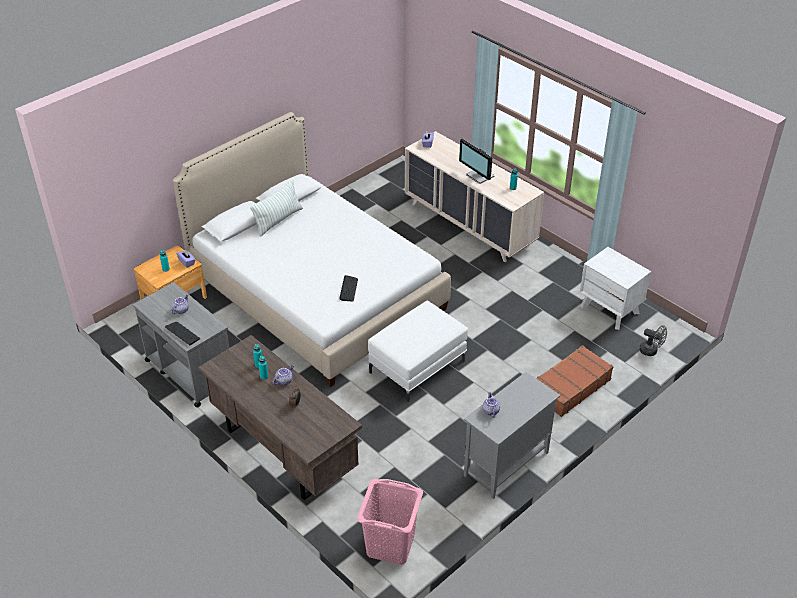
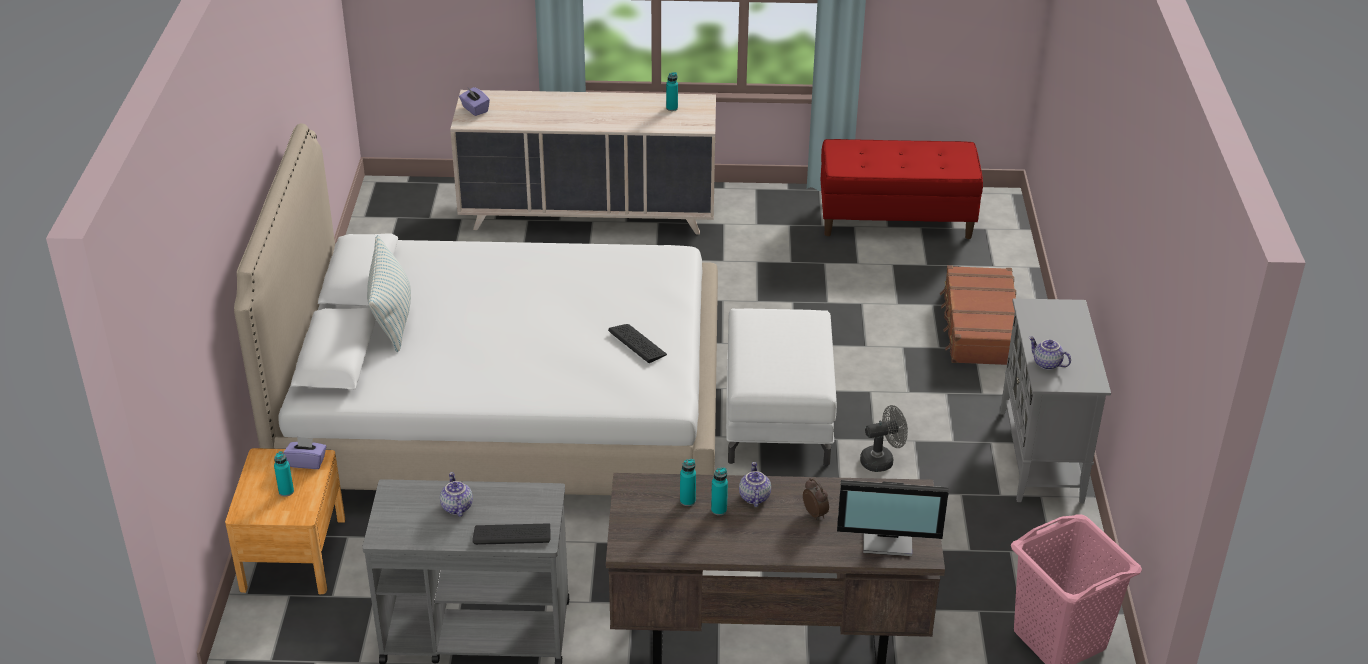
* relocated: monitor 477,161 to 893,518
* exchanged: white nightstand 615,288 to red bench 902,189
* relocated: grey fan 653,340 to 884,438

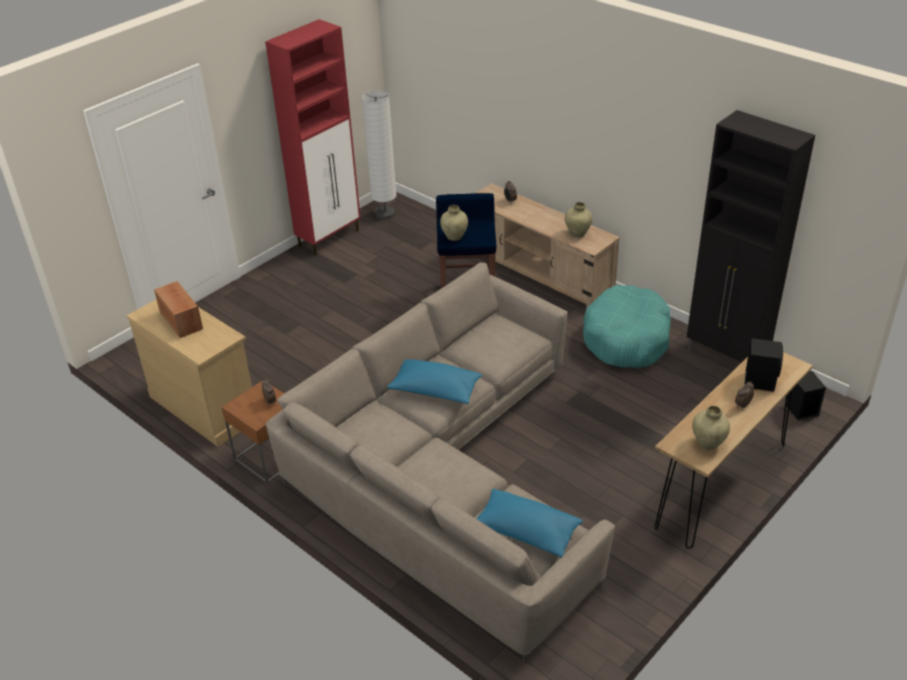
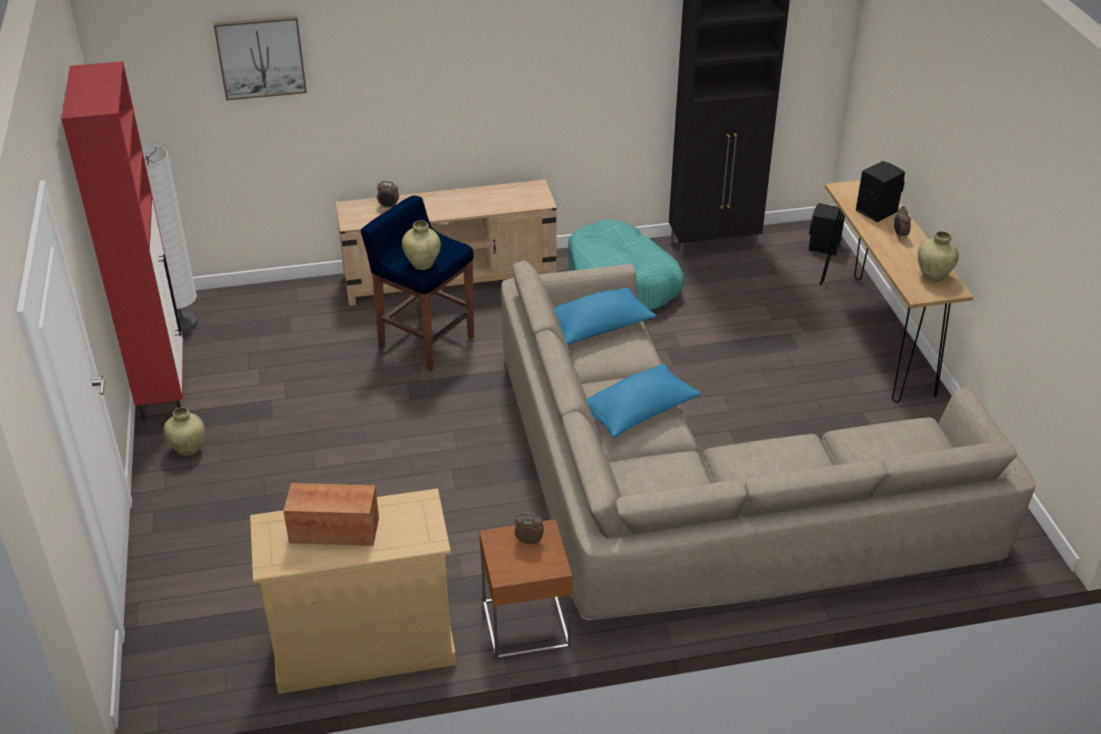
* relocated: beige vase 579,219 to 184,431
* relocated: blue pillow 529,522 to 605,316
* appeared: picture 260,58

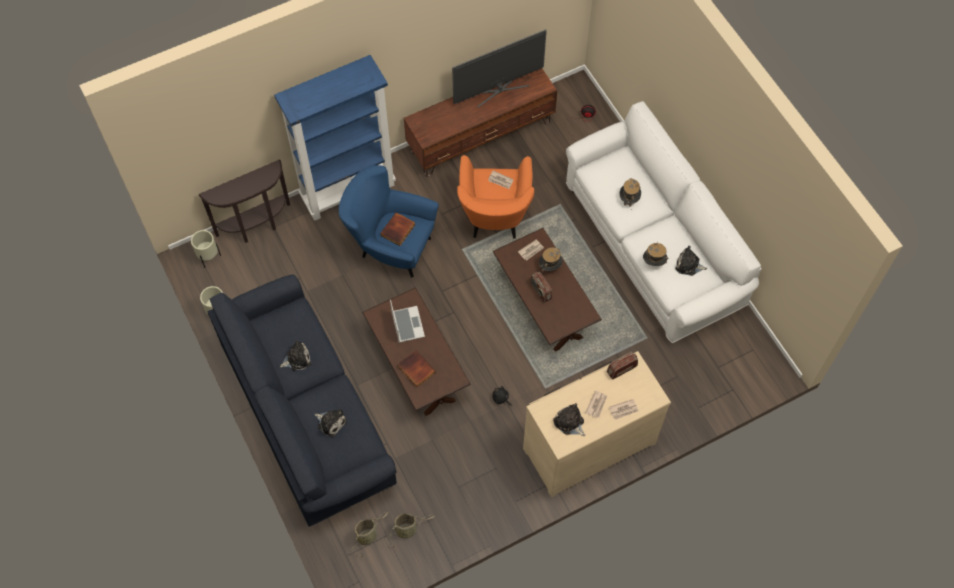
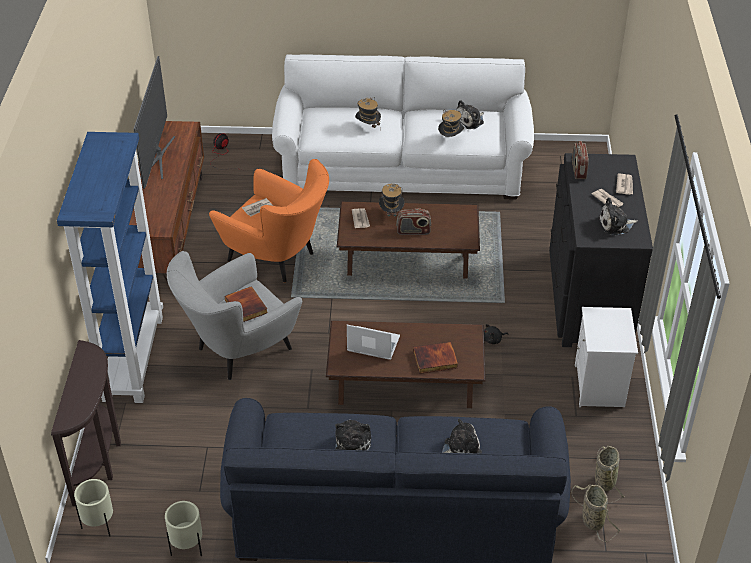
* colour: blue armchair 389,221 to grey armchair 235,315
* colour: beige dresser 597,424 to black dresser 601,250
* appeared: white nightstand 606,357

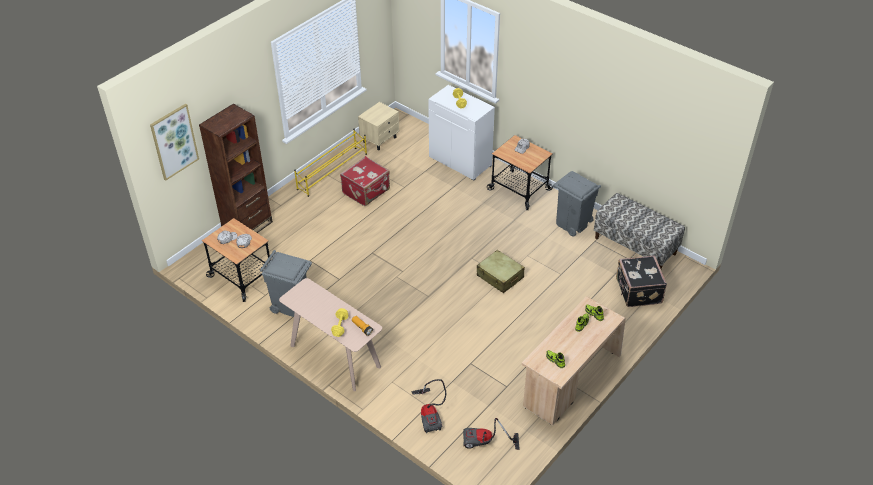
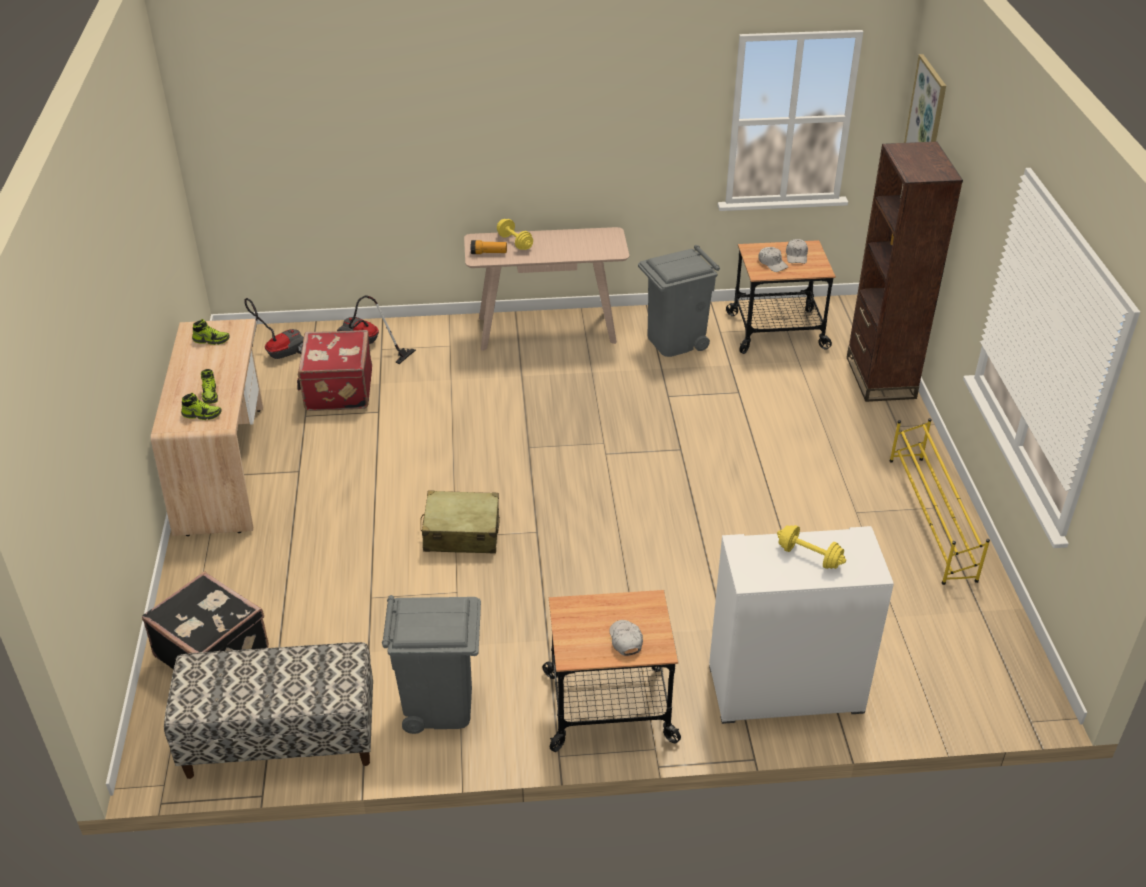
* missing: beige nightstand 378,126
* relocated: red suitcase 365,181 to 334,370

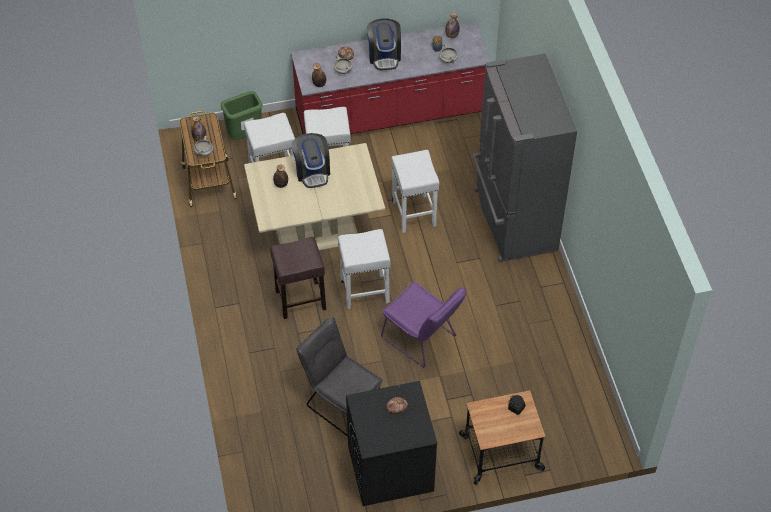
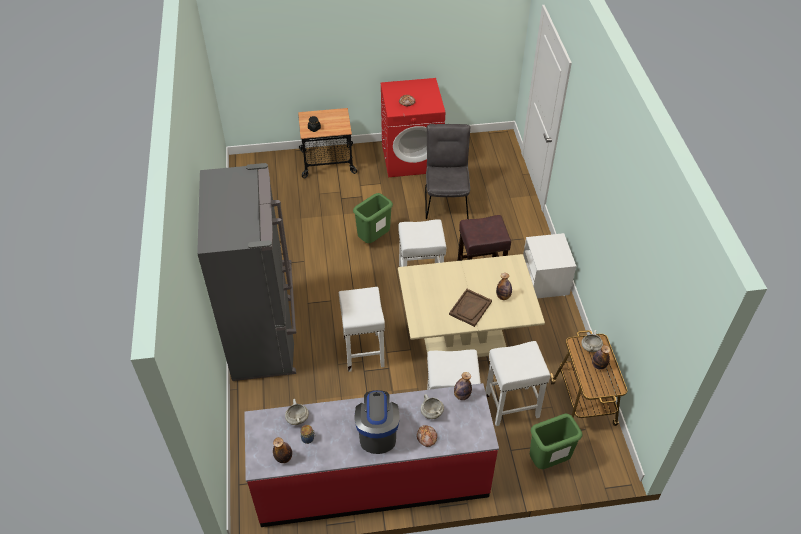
* exchanged: coffee machine 311,160 to brown tray 470,308
* exchanged: purple chair 423,324 to green trash can 373,218
* spun: grey chair 340,377 = 448,171 135 degrees counterclockwise
* colour: black washing machine 392,443 to red washing machine 412,127
* appeared: white nightstand 549,265

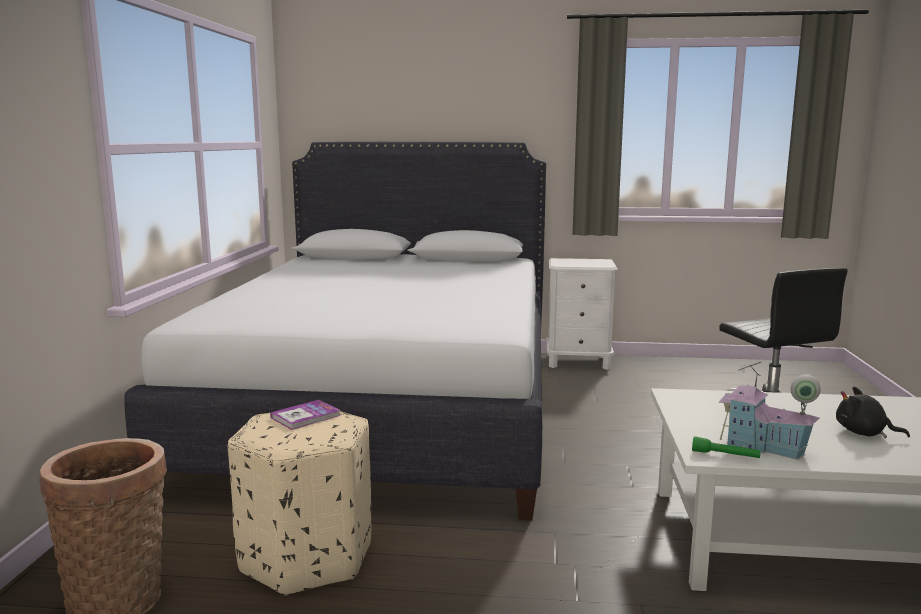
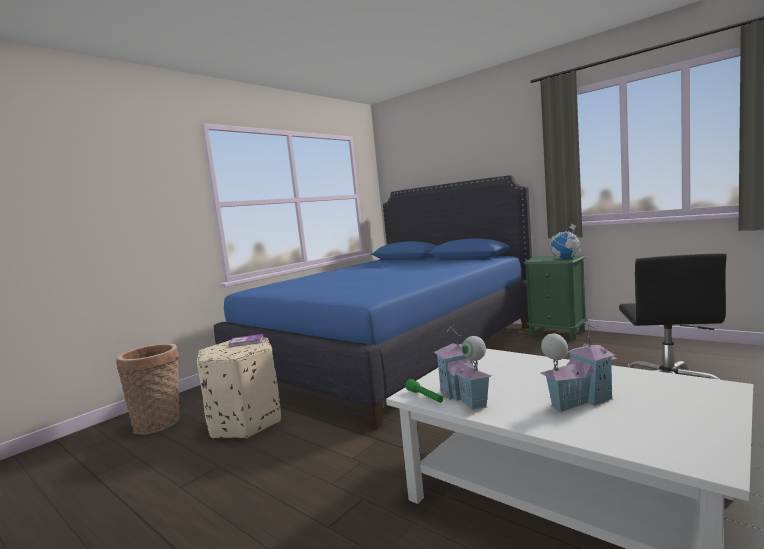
* colour: white bed 335,331 to blue bed 373,302
* colour: white nightstand 582,314 to green nightstand 555,298
* exchanged: black plush toy 873,412 to toy house 578,367
* appeared: globe 565,241

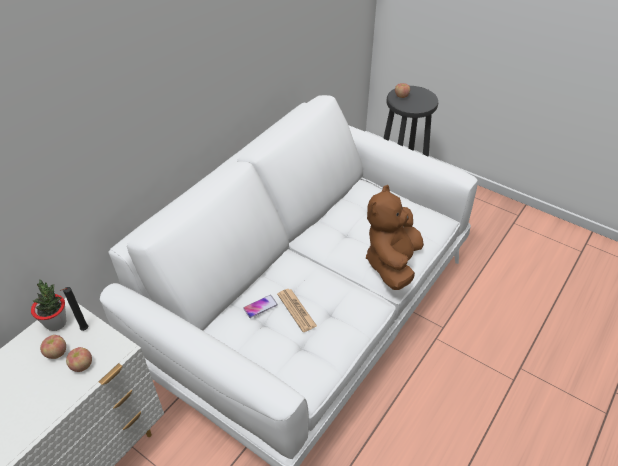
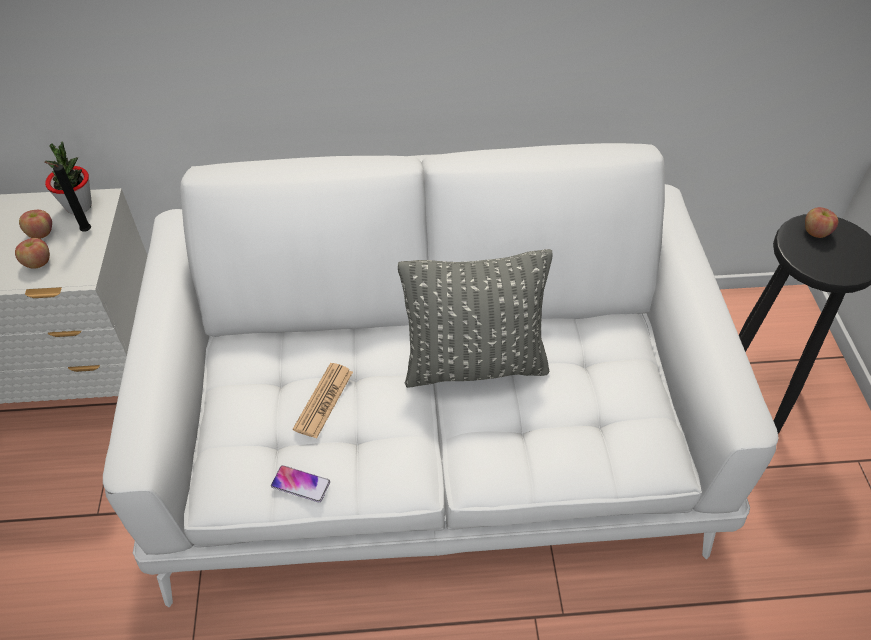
* missing: brown plush toy 395,237
* relocated: phone 260,306 to 300,483
* appeared: grey pillow 475,318

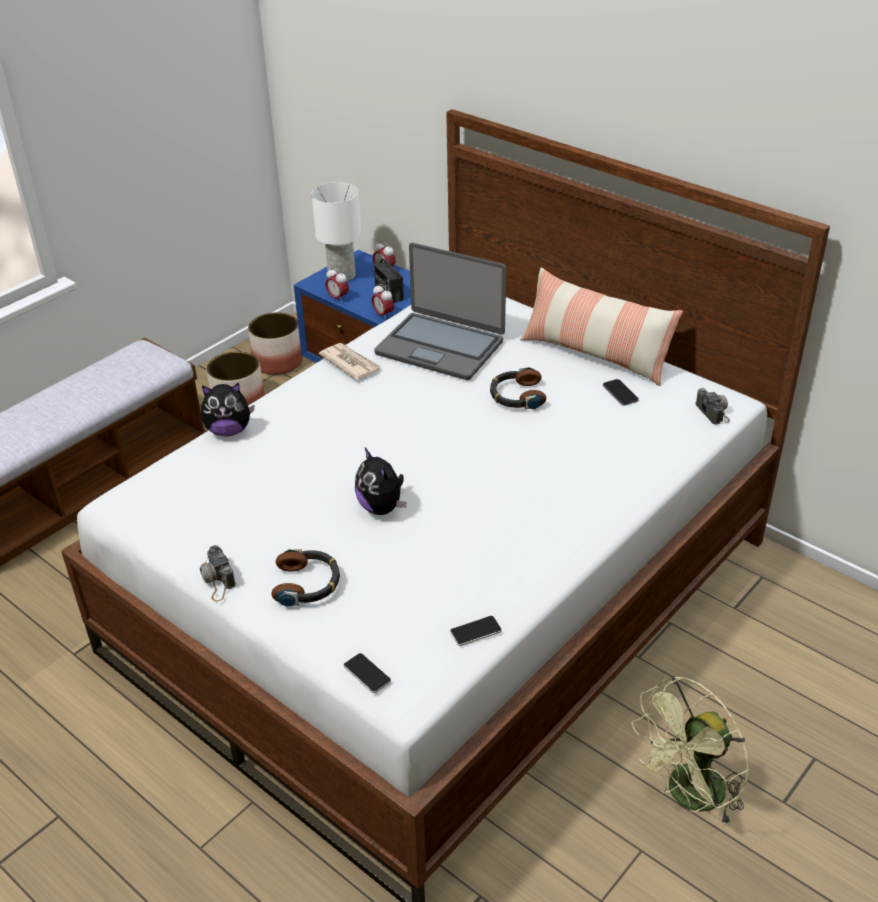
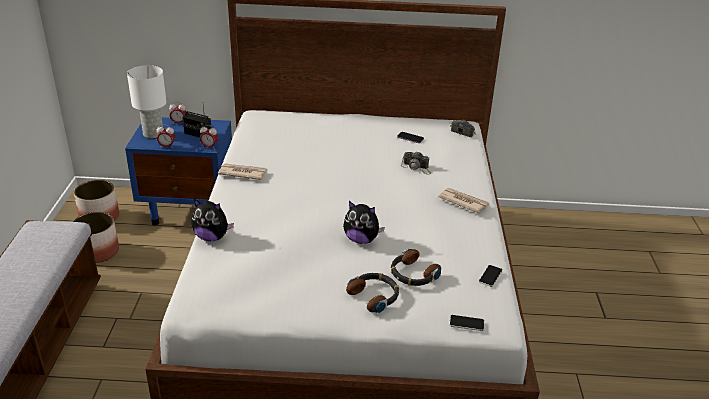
* missing: laptop 440,311
* missing: pillow 601,327
* relocated: headphones 518,388 to 416,267
* spun: plush toy 228,409 = 212,220 60 degrees clockwise
* relocated: photo camera 218,573 to 416,163
* missing: green fan 690,751
* appeared: newspaper 464,201

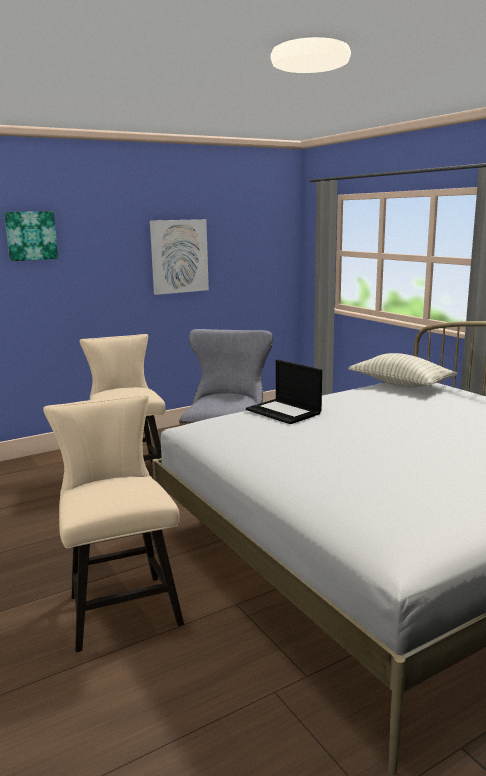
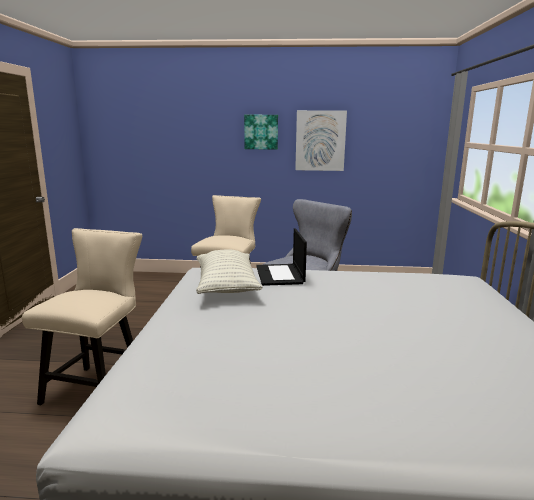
* relocated: picture 31,236 to 261,132
* relocated: pillow 402,370 to 229,271

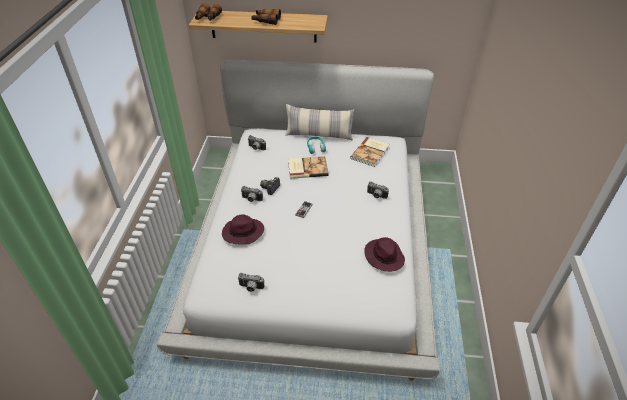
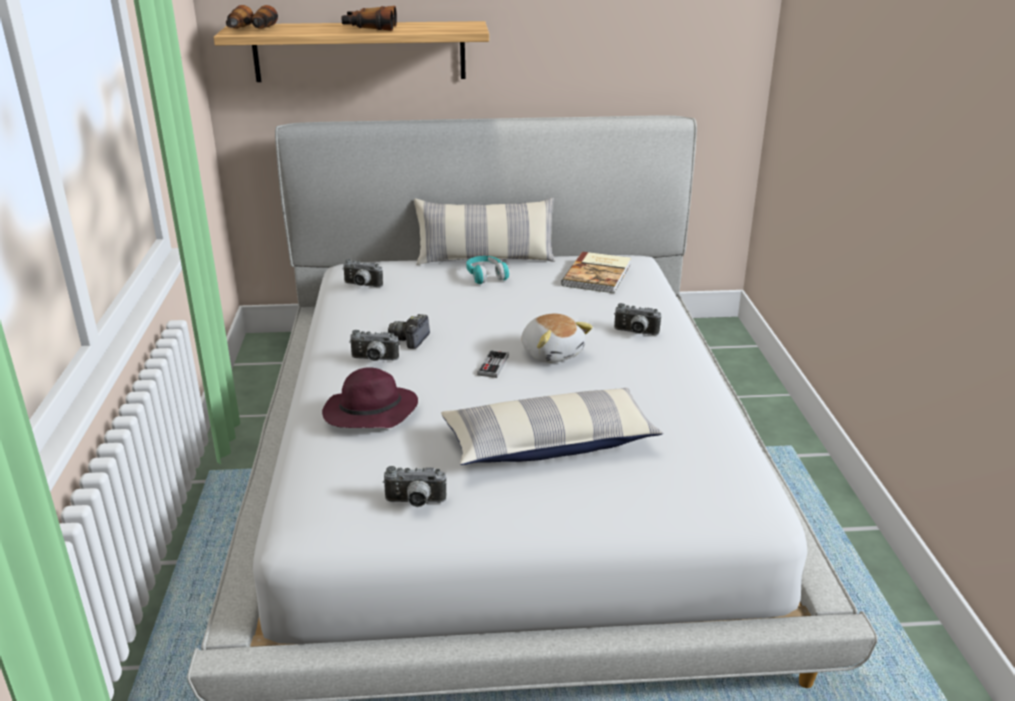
* missing: book 308,167
* missing: purple hat 384,254
* appeared: plush toy 557,338
* appeared: pillow 552,426

